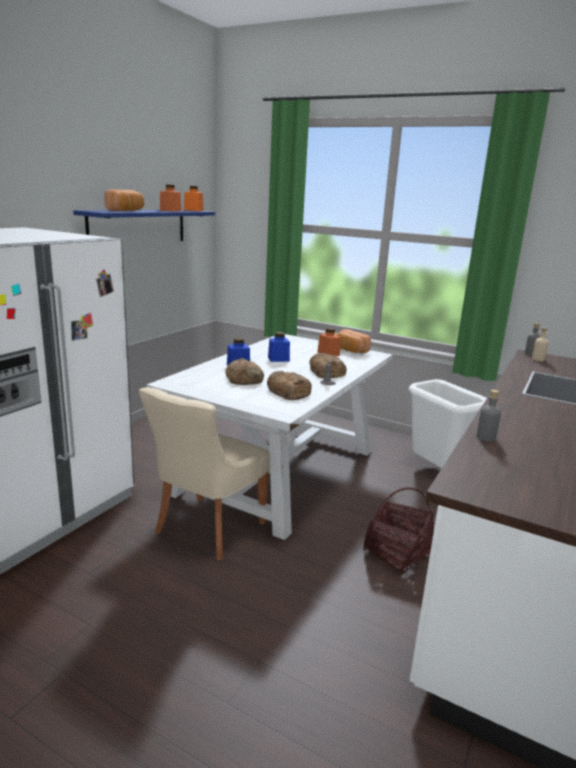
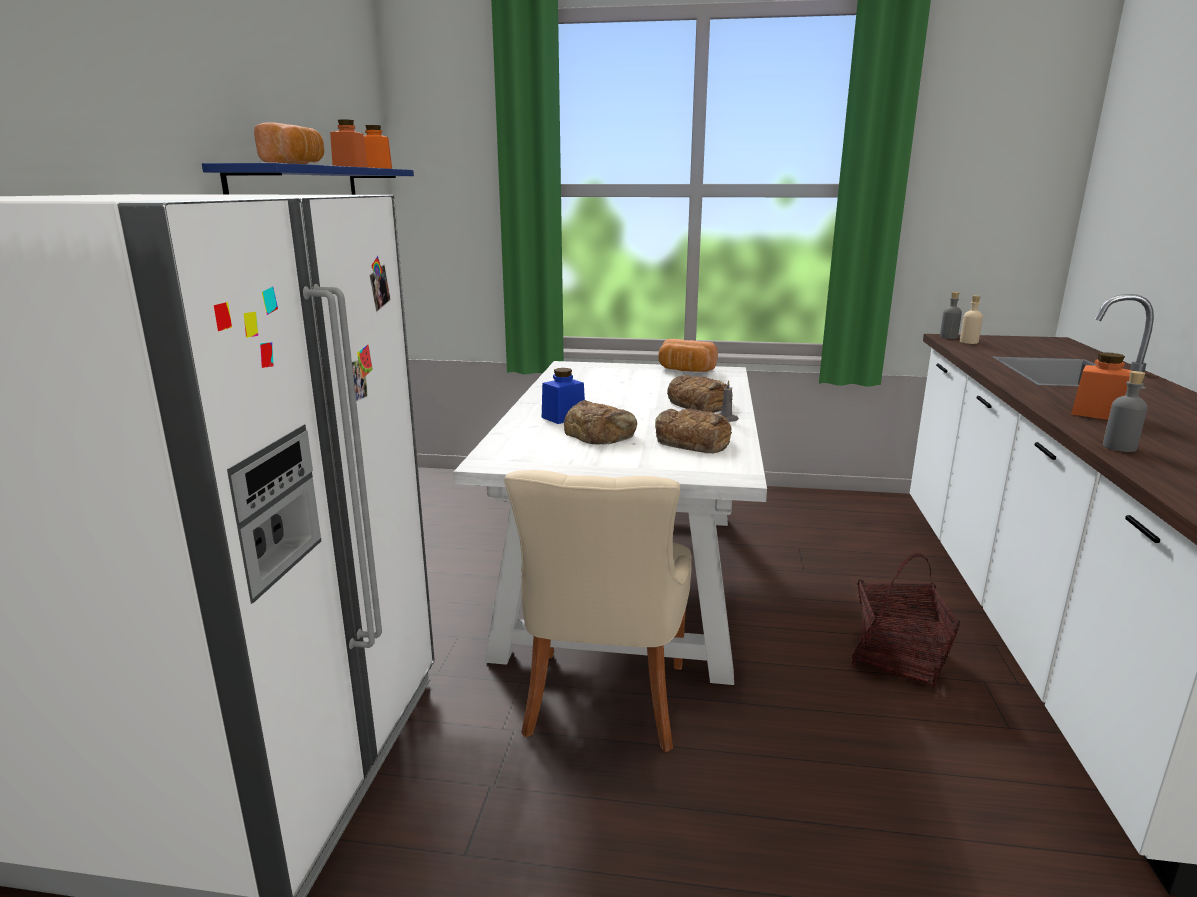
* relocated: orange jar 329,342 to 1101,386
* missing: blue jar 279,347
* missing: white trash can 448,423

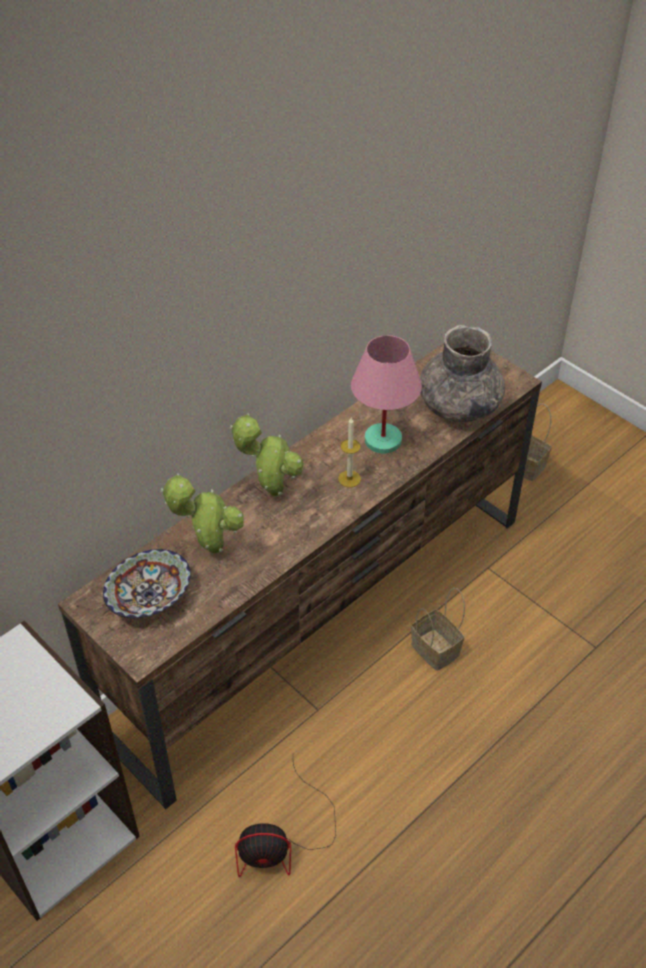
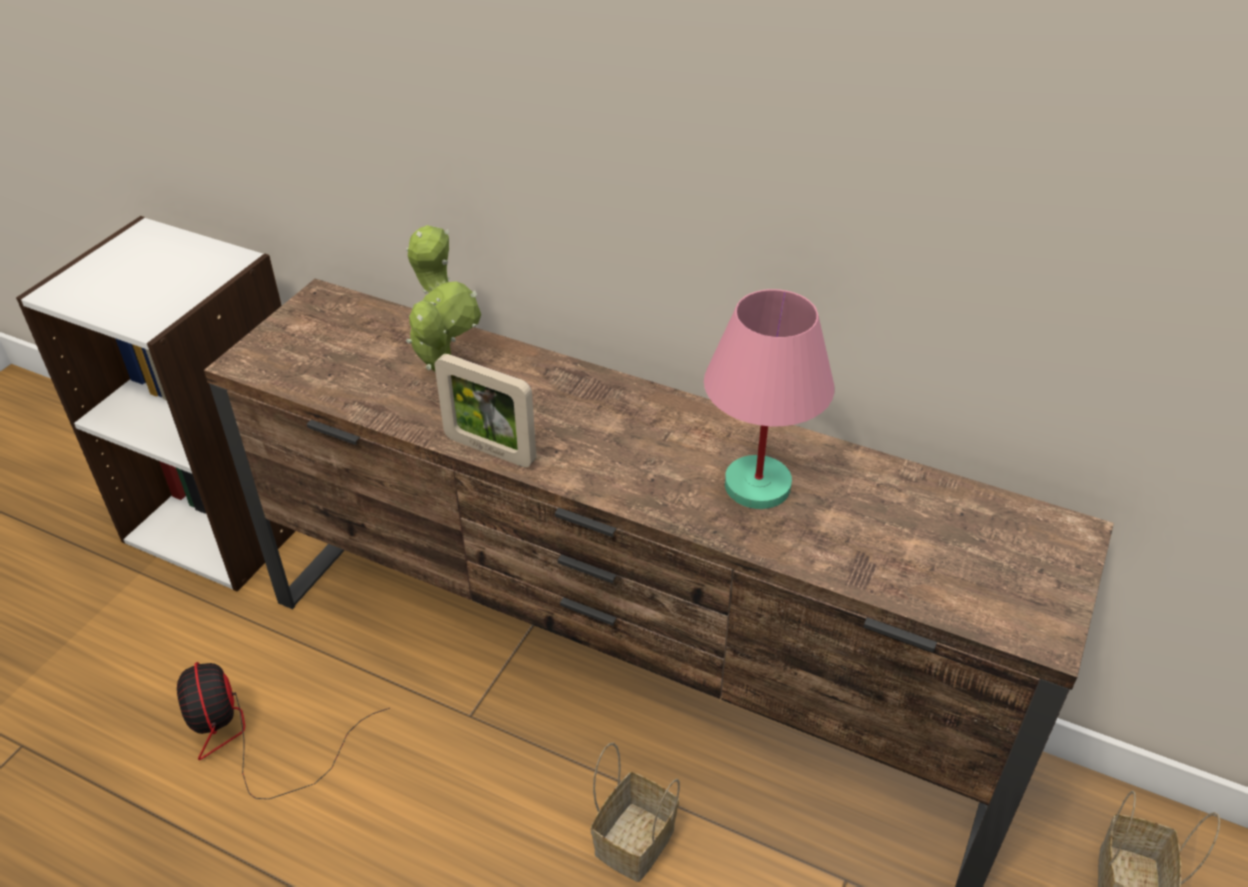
* missing: grey vase 462,374
* missing: potted plant 267,455
* missing: candle 349,452
* missing: bowl 147,583
* appeared: picture frame 485,410

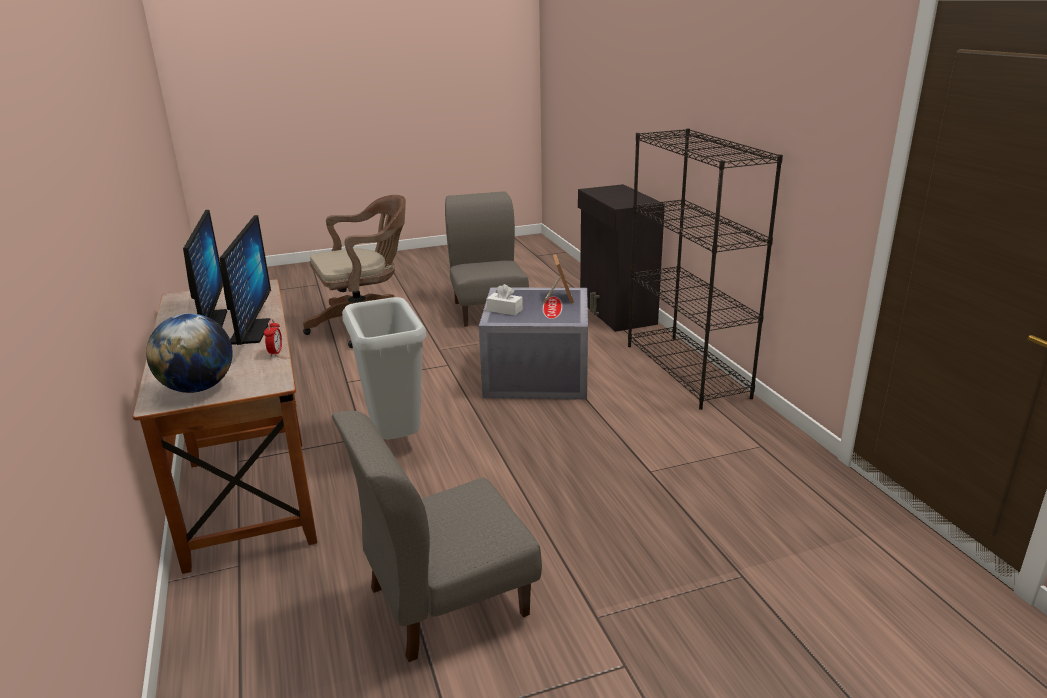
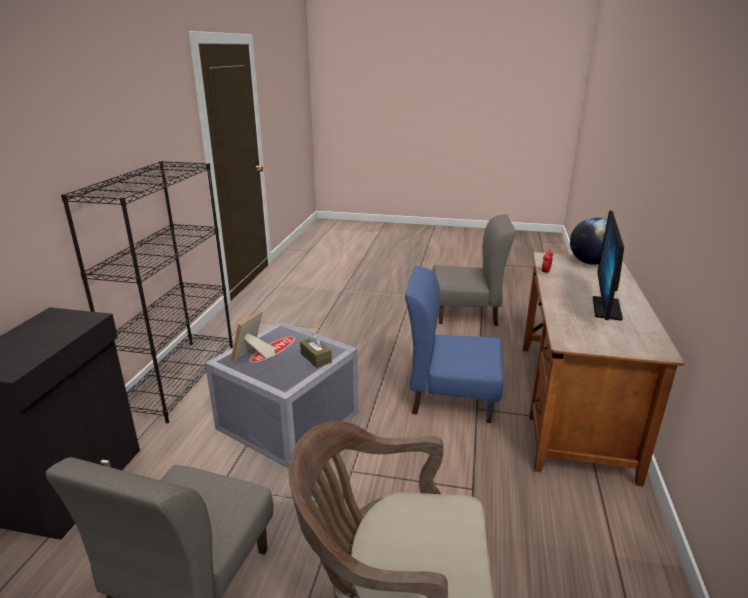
* missing: monitor 245,280
* colour: white tissue box 505,300 to brown tissue box 316,351
* exchanged: grey trash can 384,368 to blue chair 454,344

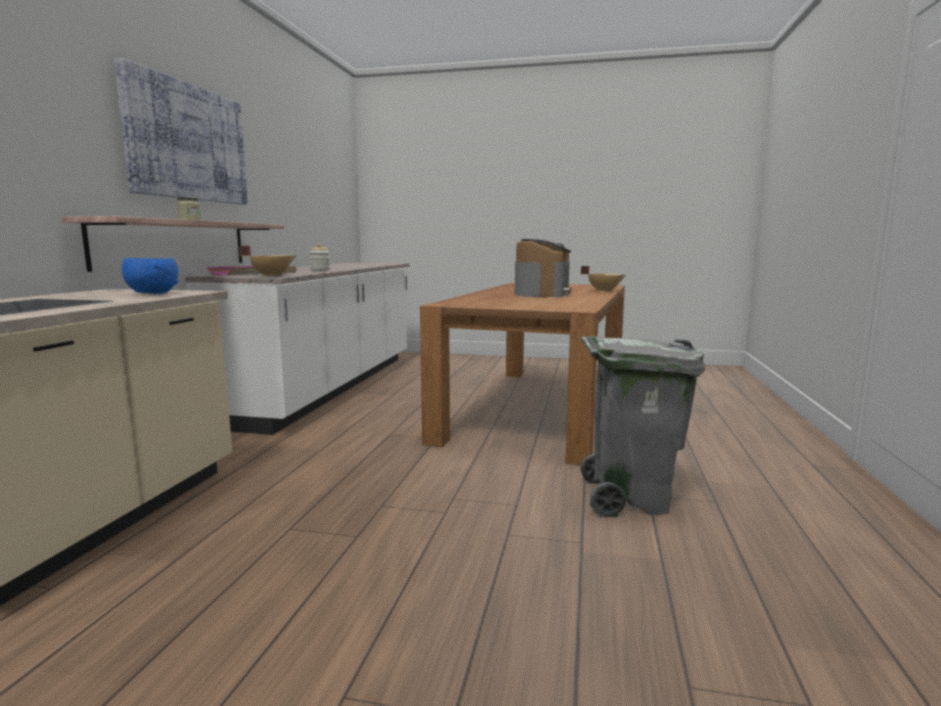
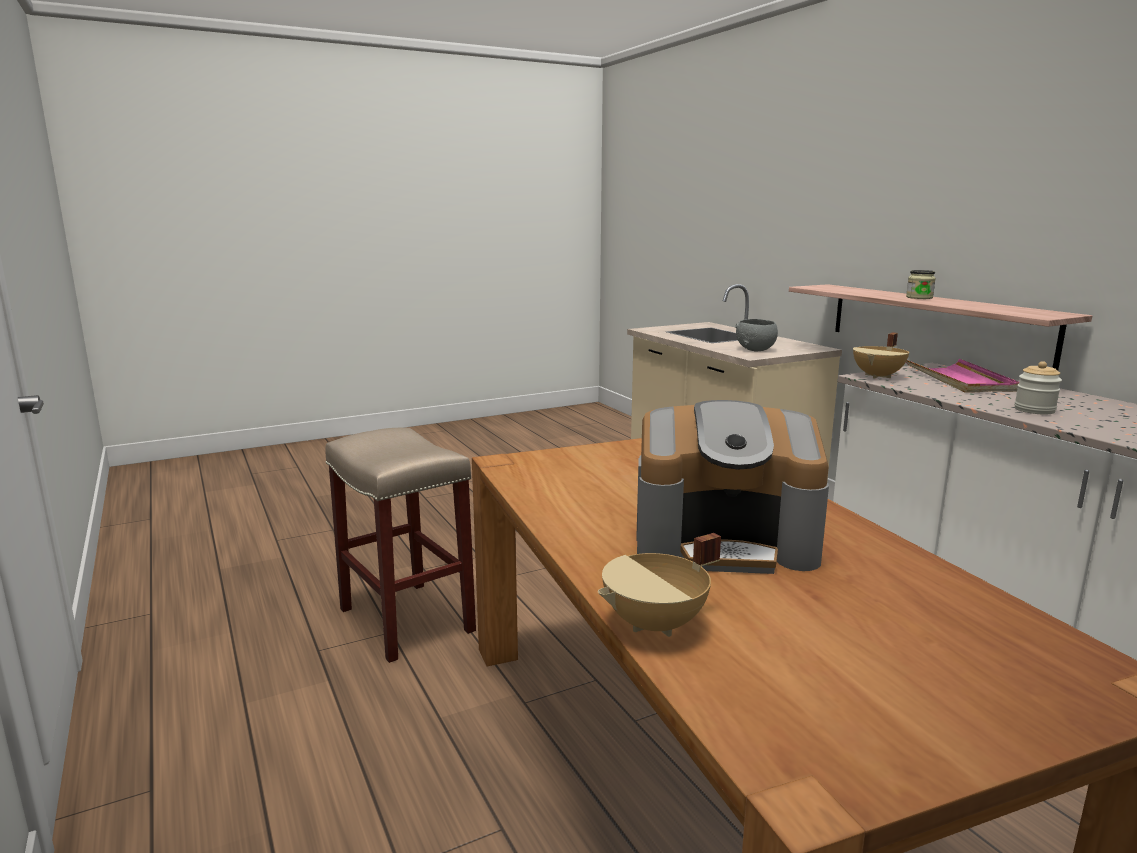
* missing: picture 181,131
* spun: coffee machine 543,268 = 733,487 60 degrees counterclockwise
* colour: blue bowl 150,276 to grey bowl 756,335
* exchanged: grey trash can 643,426 to beige stool 400,545

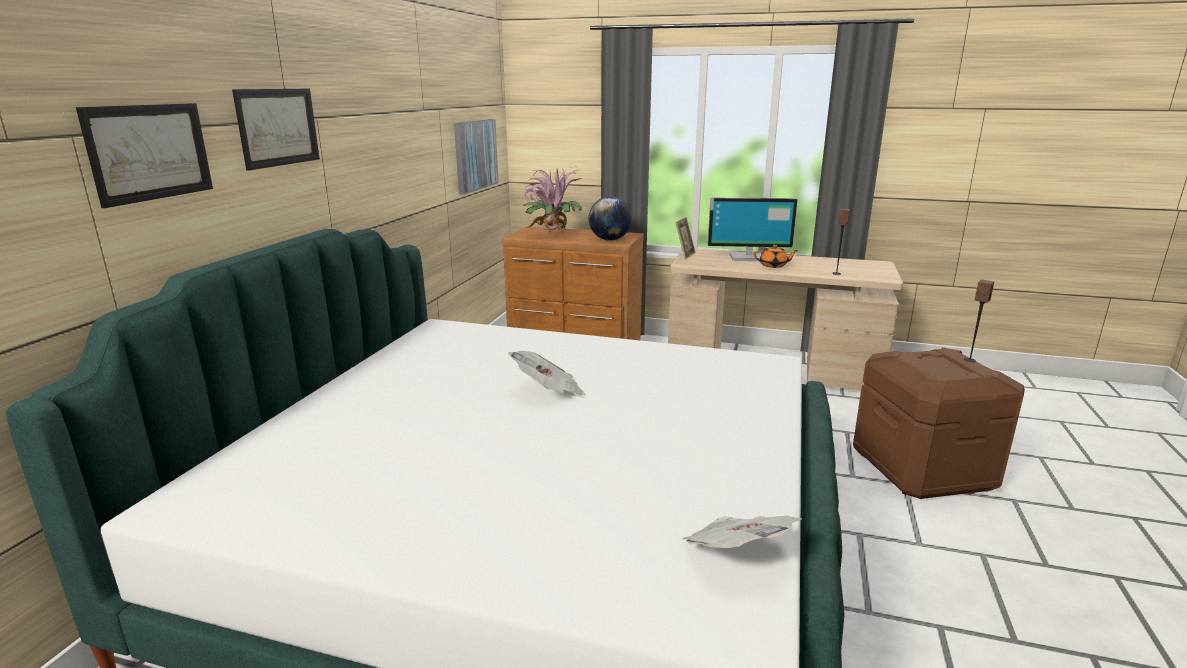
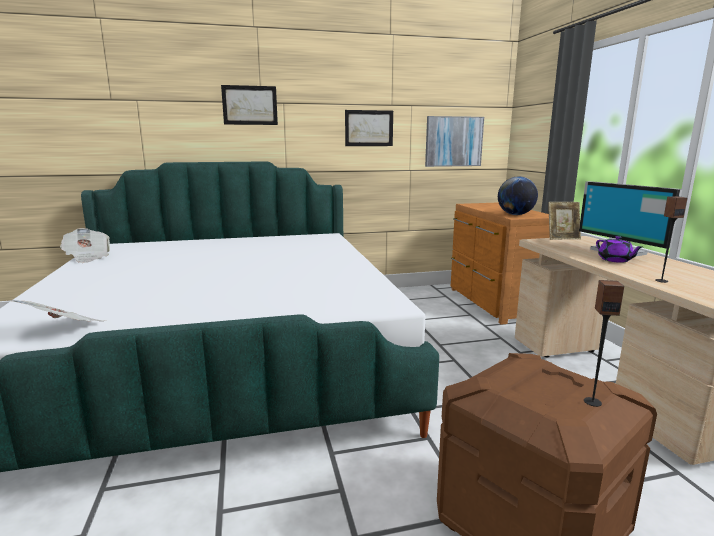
* relocated: picture 144,155 to 369,128
* missing: potted plant 553,200
* colour: orange teapot 776,256 to purple teapot 619,249
* relocated: newspaper 547,373 to 85,245

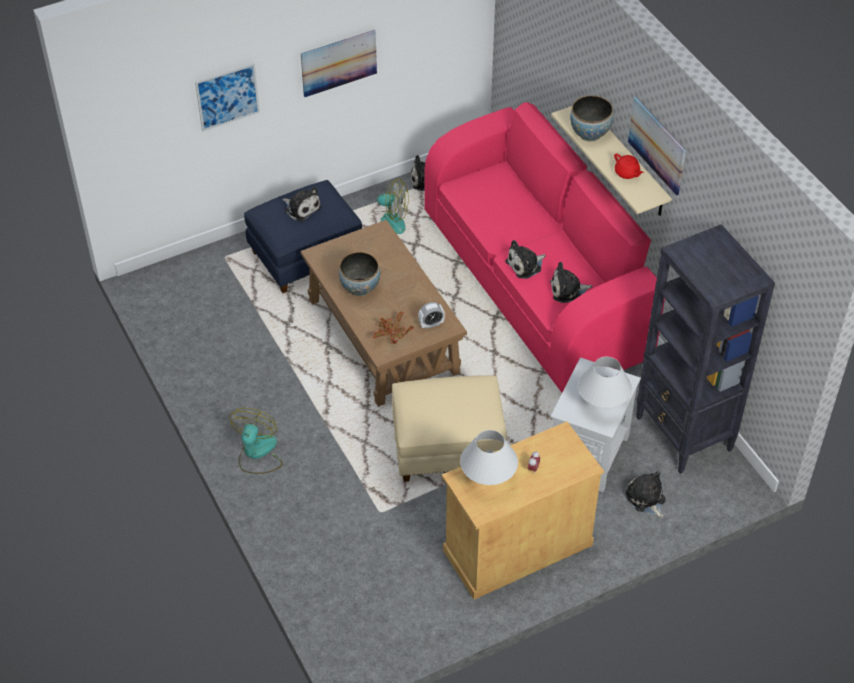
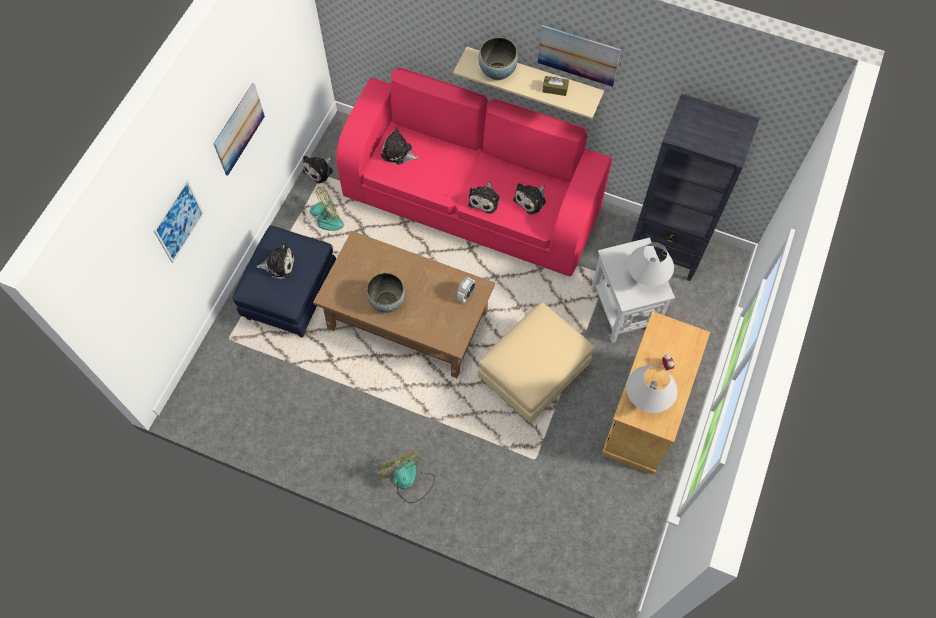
* exchanged: red teapot 629,166 to brown tissue box 555,86
* missing: potted plant 393,327
* relocated: plush toy 645,494 to 400,146

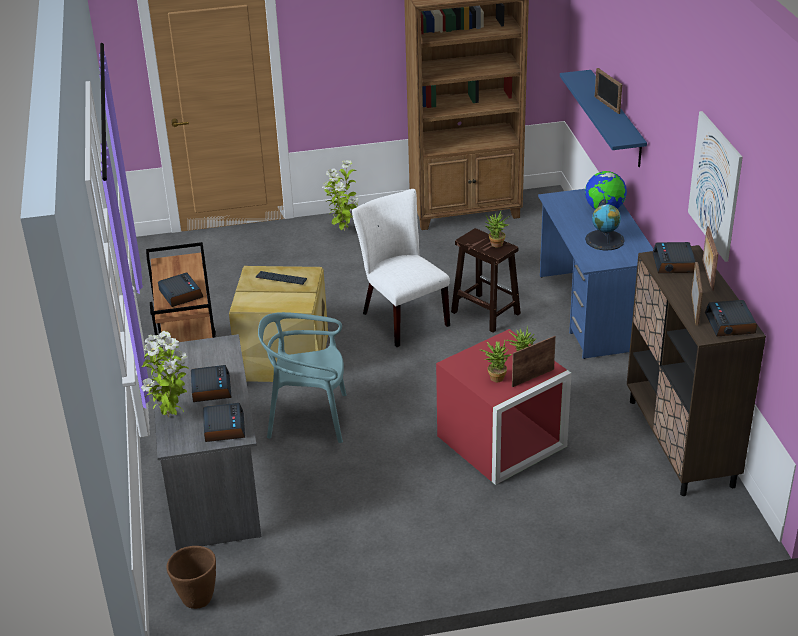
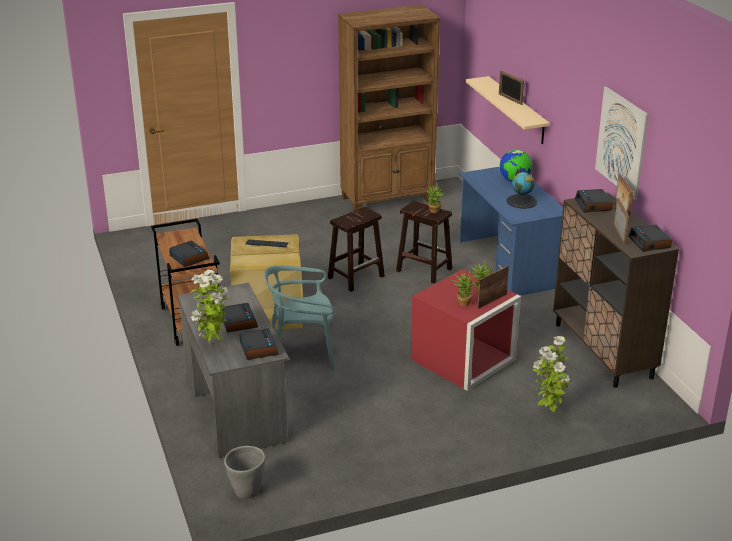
* colour: blue shelf 603,118 to beige shelf 507,110
* relocated: potted plant 340,195 to 551,374
* exchanged: white chair 401,268 to brown stool 356,249
* colour: brown planter 191,577 to grey planter 244,472

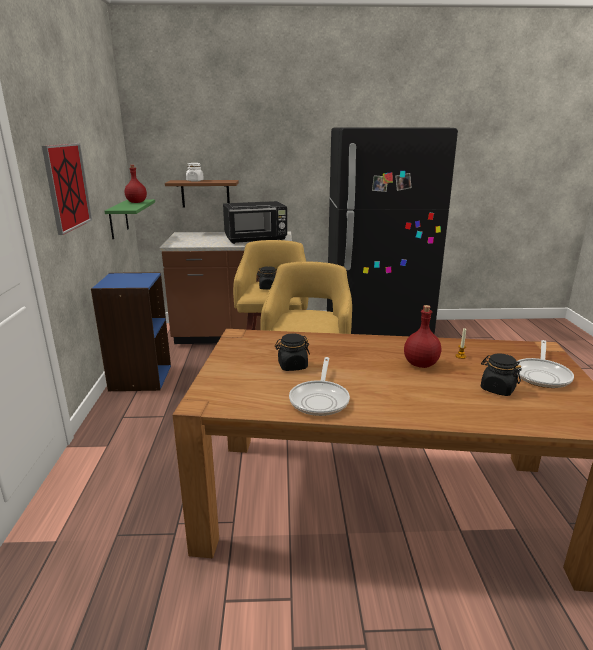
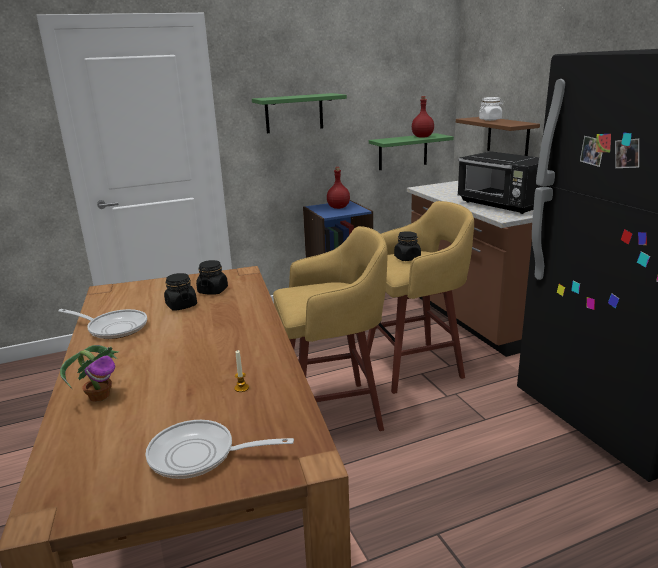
* exchanged: picture 67,189 to green shelf 299,113
* relocated: red bottle 422,336 to 338,188
* relocated: black jar 501,374 to 212,277
* spun: frying pan 319,386 = 102,324 150 degrees counterclockwise
* appeared: potted plant 89,373

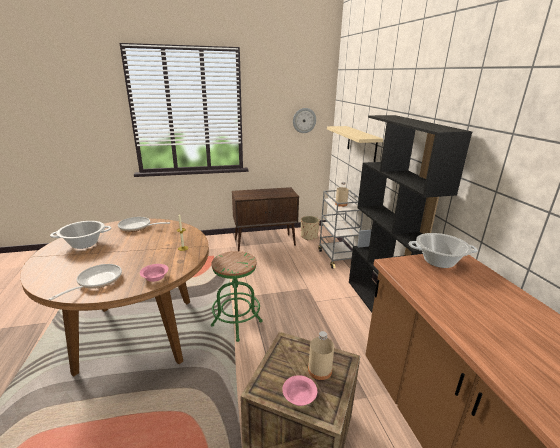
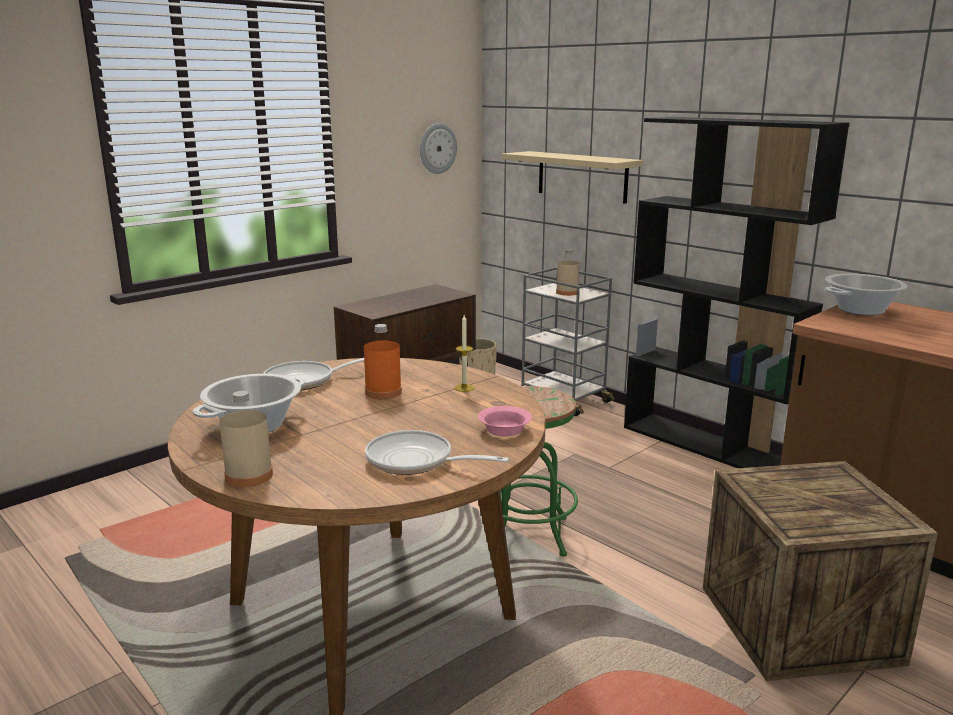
* spun: frying pan 85,282 = 437,452 60 degrees counterclockwise
* relocated: beige bottle 321,355 to 246,439
* missing: pink bowl 299,390
* appeared: orange bottle 383,361

